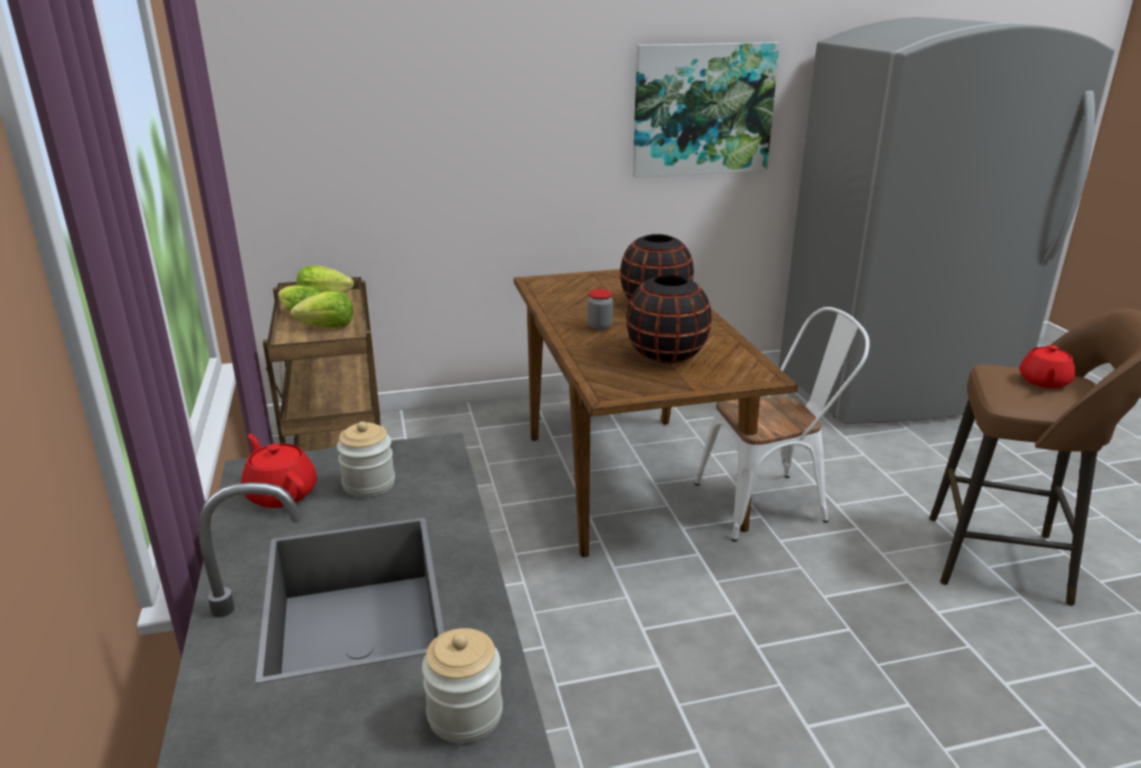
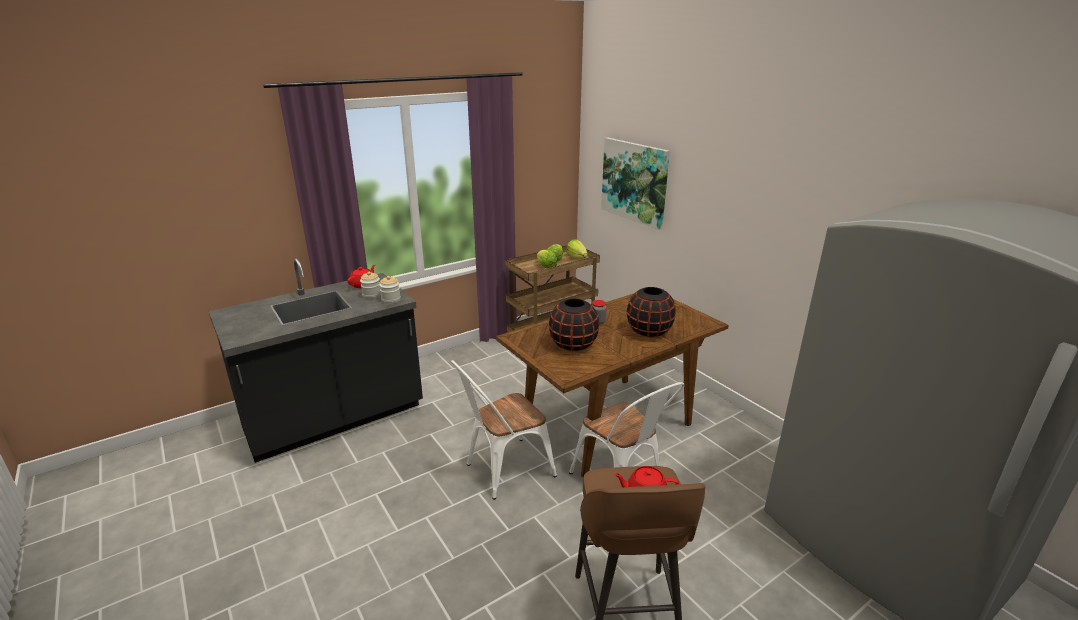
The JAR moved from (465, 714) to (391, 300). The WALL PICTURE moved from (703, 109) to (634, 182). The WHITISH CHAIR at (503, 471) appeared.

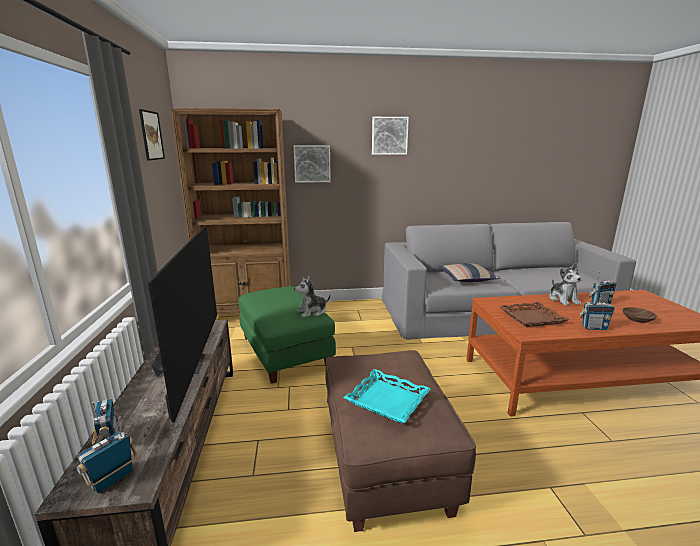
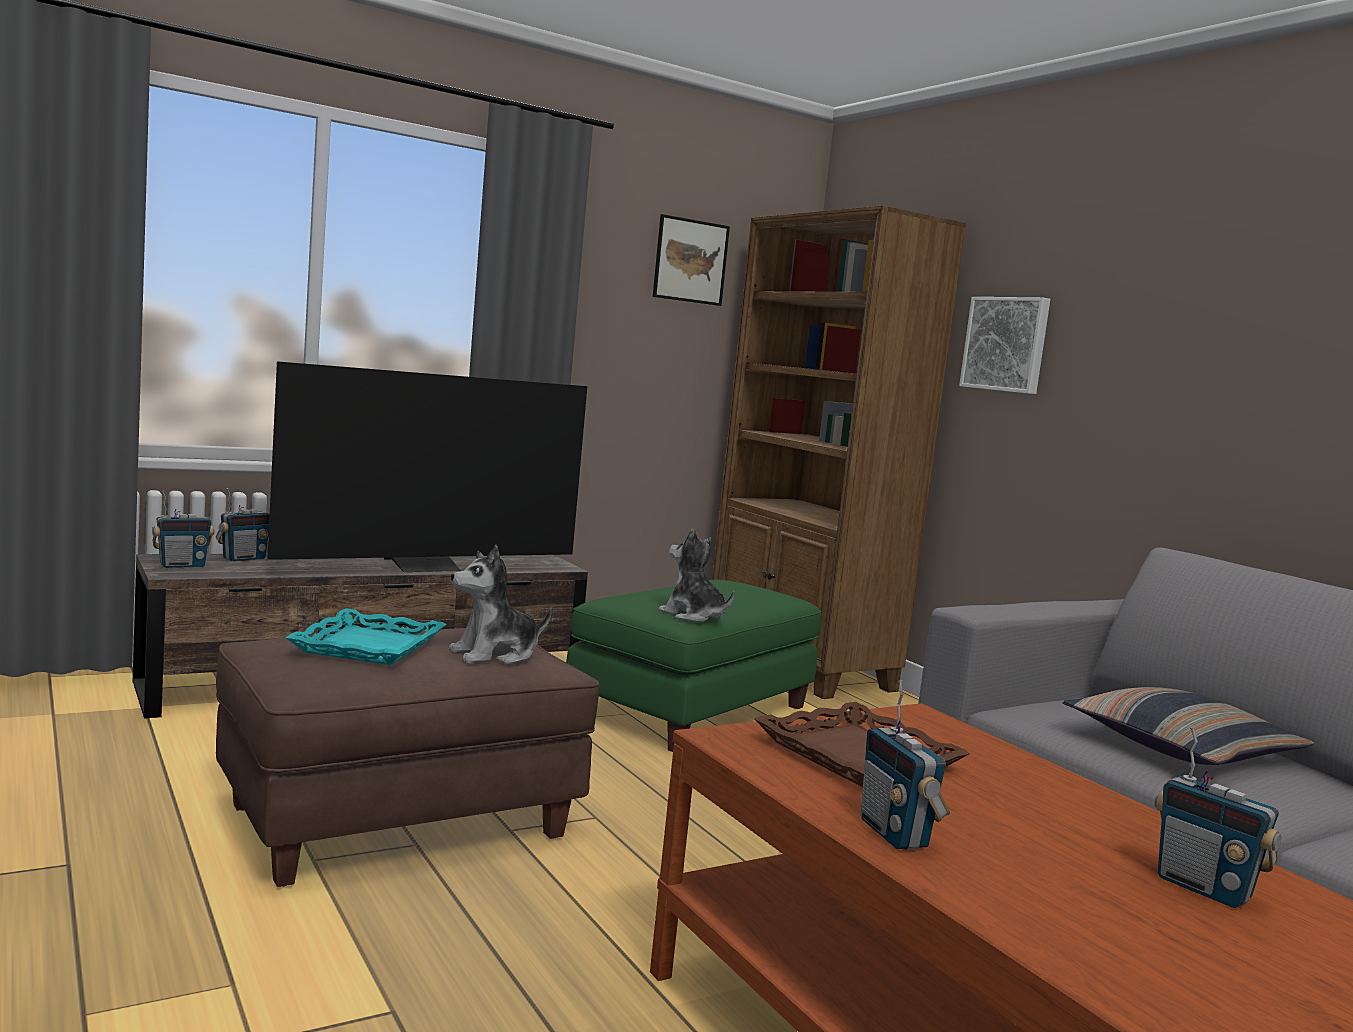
The RADIO SET at (112, 479) turned 135 degrees clockwise. The WALL PICTURE at (389, 136) disappeared. The SOFT TOY moved from (563, 299) to (495, 655). The BROWNISH SERVING BOWL at (636, 319) disappeared.

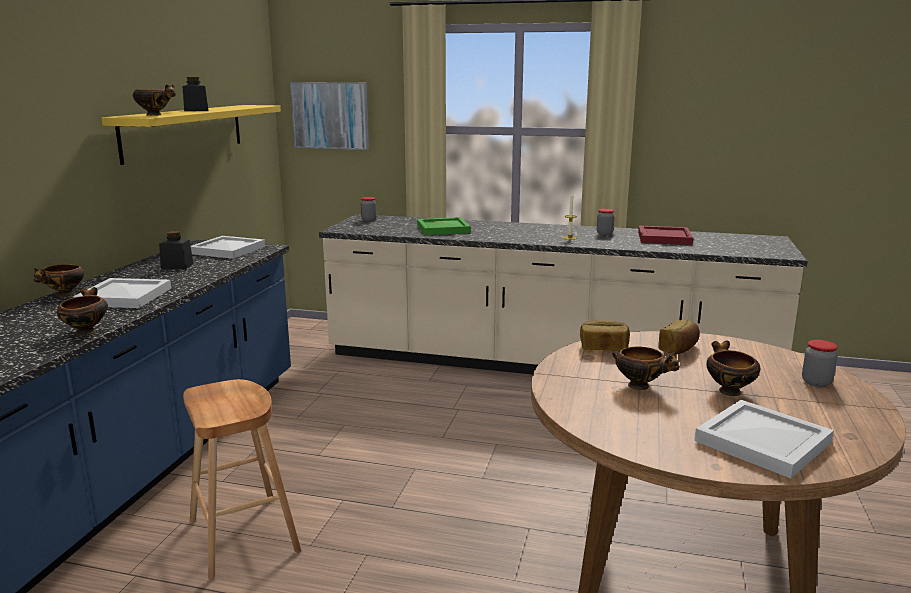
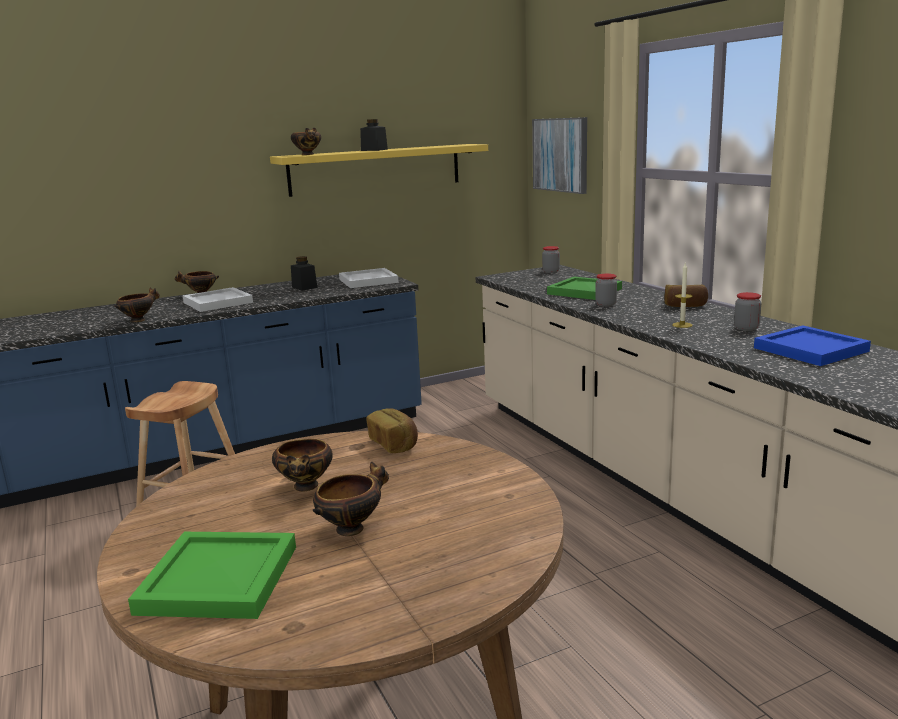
The RED-COLOURED CARRYING TRAY at (663, 238) became the BLUE-COLOURED CARRYING TRAY at (808, 349). The BAKERY BREAD moved from (679, 349) to (685, 306). The WHITISH CARRYING TRAY at (763, 443) became the GREENISH CARRYING TRAY at (216, 580). The JAR moved from (816, 382) to (605, 304).

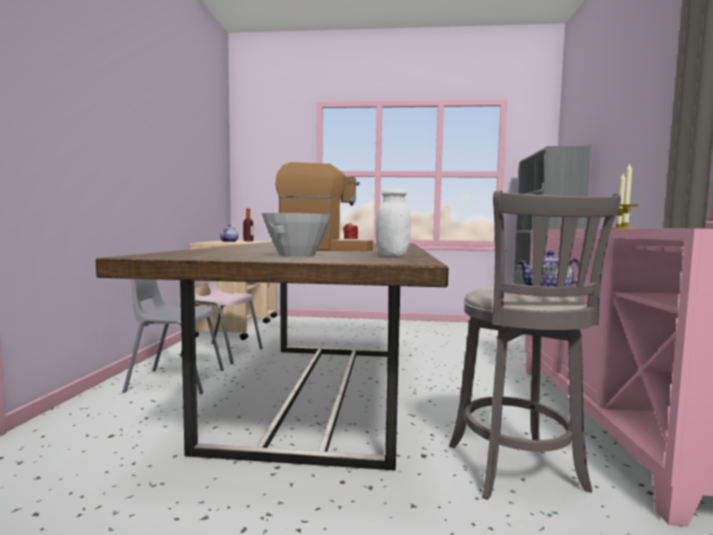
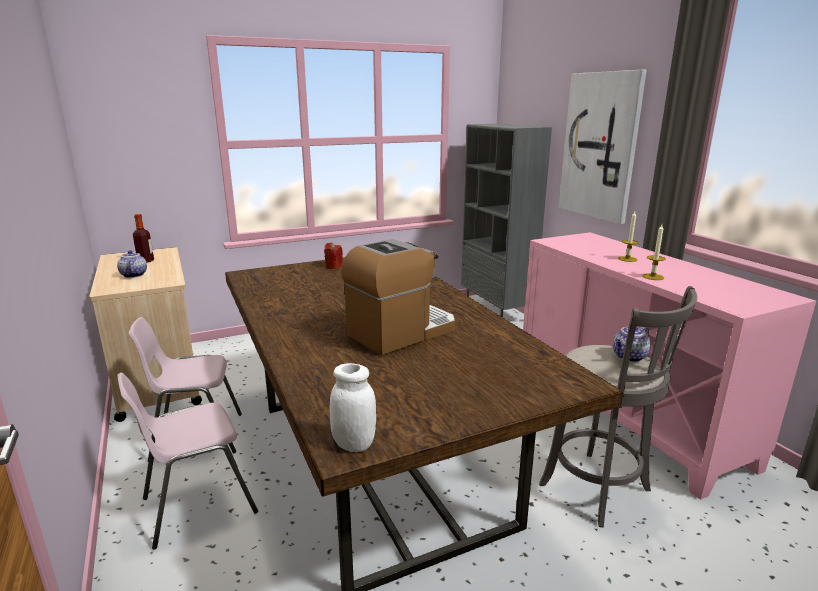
The GREY CHAIR at (175, 380) became the PINK CHAIR at (197, 505). The WHITISH SERVING BOWL at (296, 255) disappeared. The WHITISH JAR moved from (392, 256) to (354, 444). The WALL PICTURE at (600, 146) appeared.

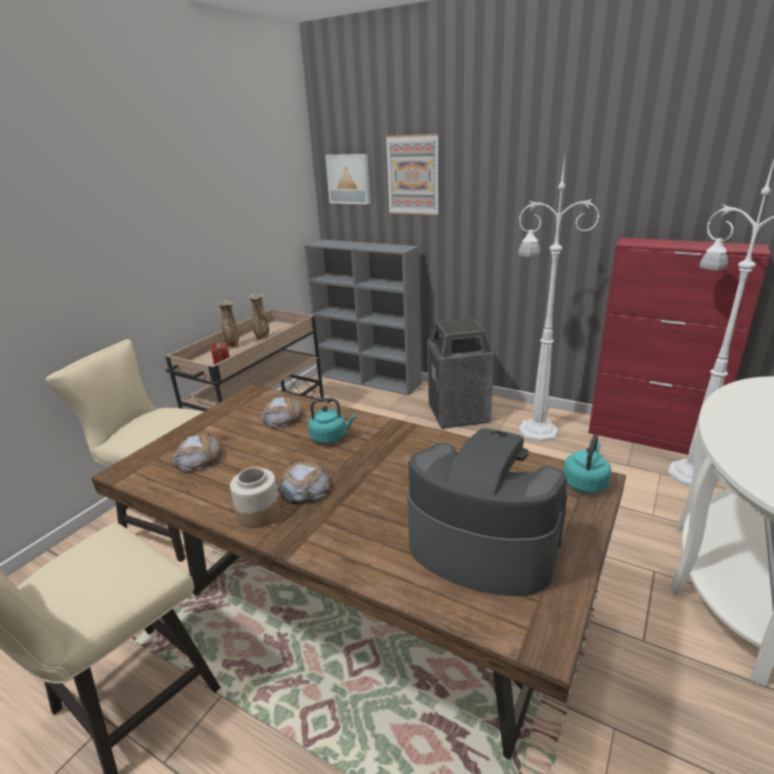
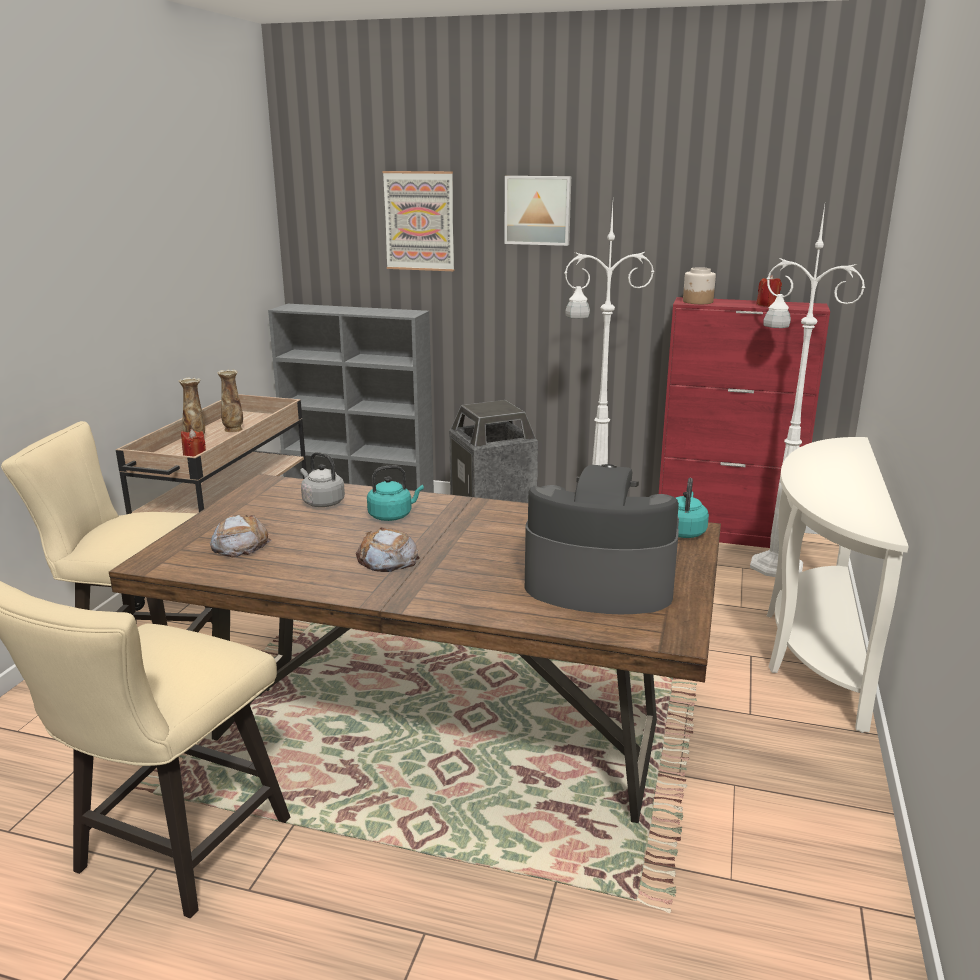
The JAR moved from (258, 514) to (698, 302). The BAKERY BREAD at (283, 417) was replaced by the GREY KETTLE at (322, 502). The WALL PICTURE moved from (349, 179) to (538, 210). The RED-COLOURED CANDLE at (767, 305) appeared.

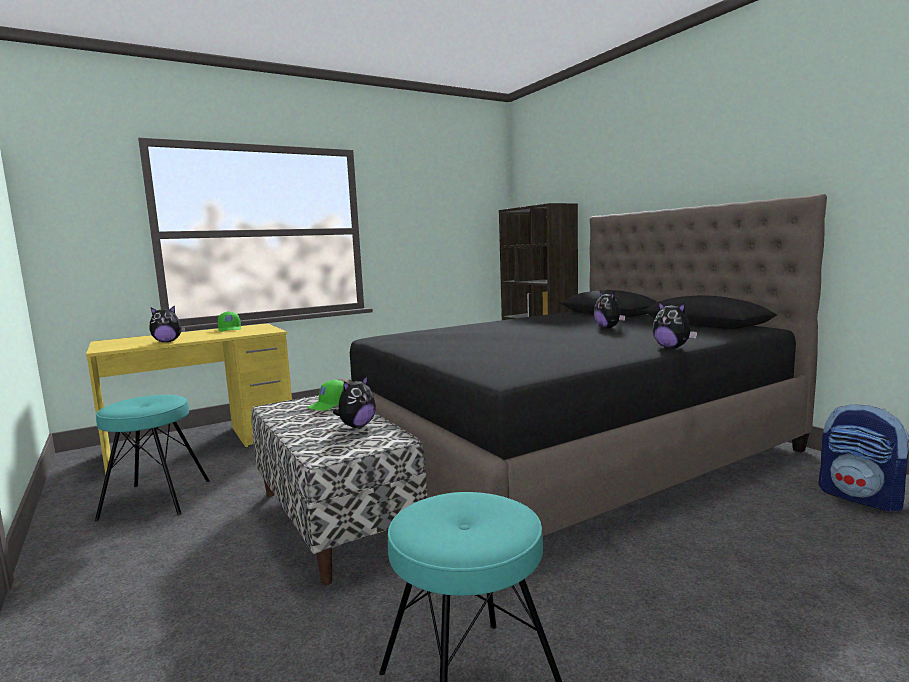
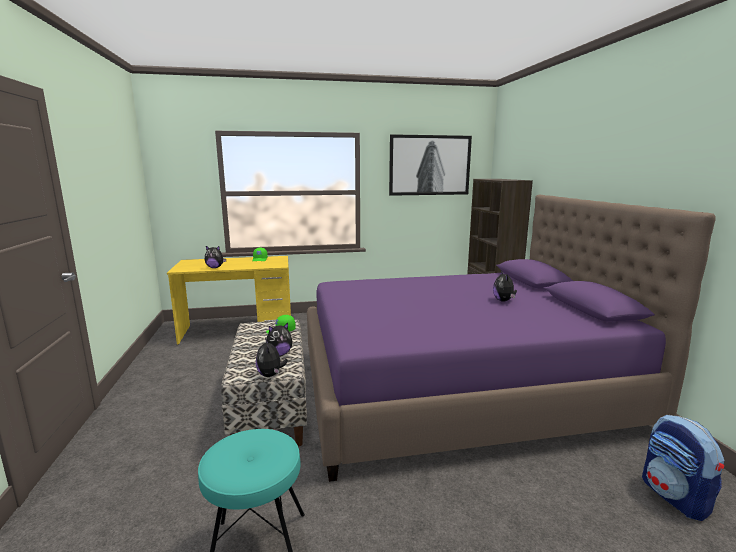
The BLUE-GREEN SITTING STOOL at (156, 499) disappeared. The BLACK BED at (565, 451) became the PURPLISH BED at (458, 388). The SOFT TOY moved from (672, 347) to (271, 375). The WALL PICTURE at (429, 165) appeared.

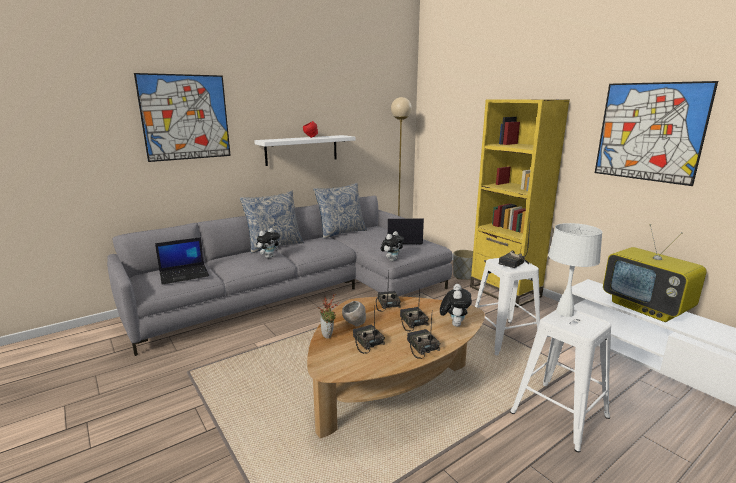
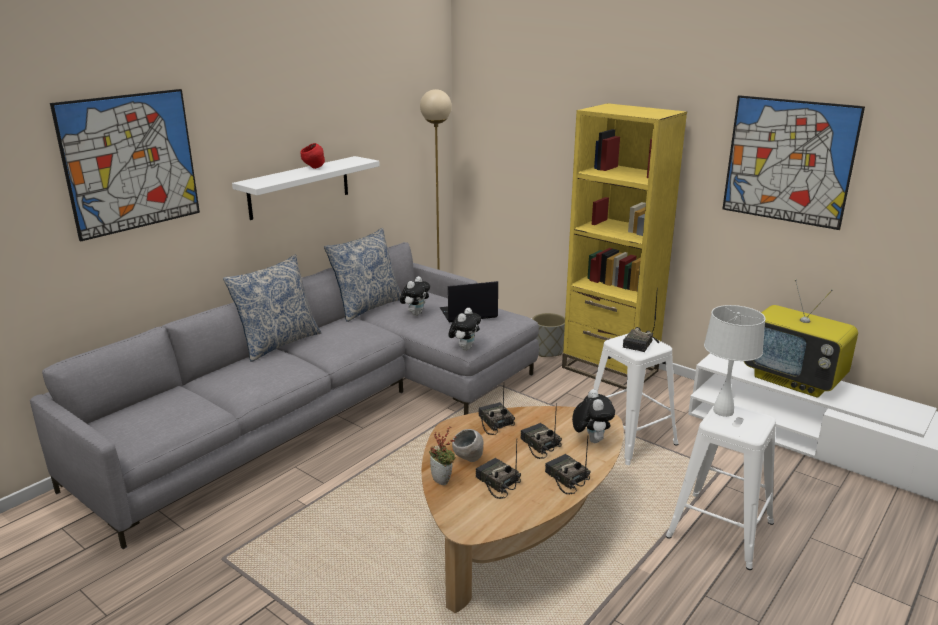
The PORTABLE COMPUTER at (185, 274) disappeared. The SOFT TOY moved from (269, 256) to (415, 313).

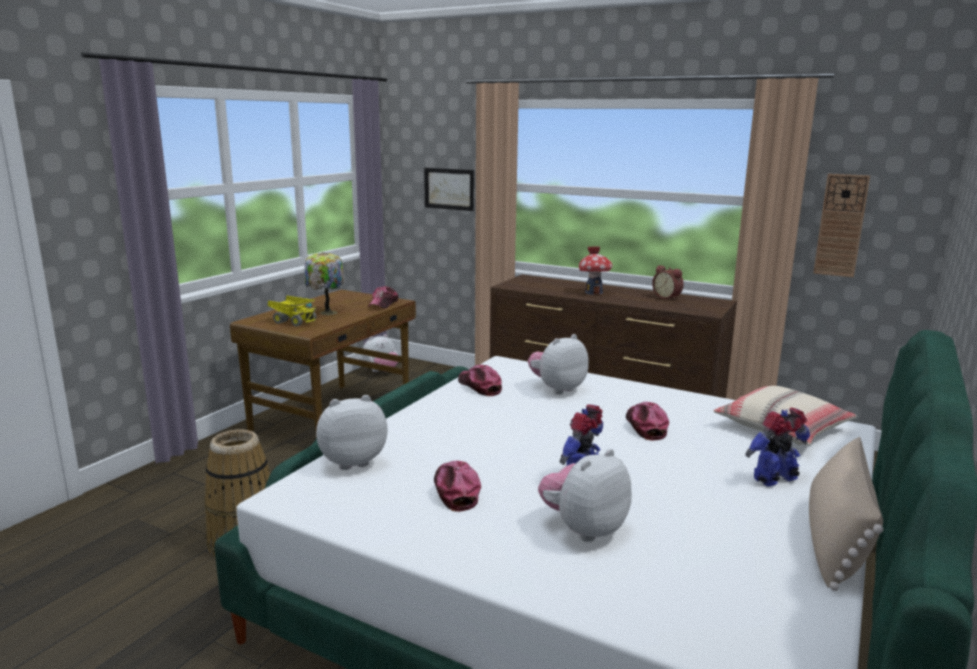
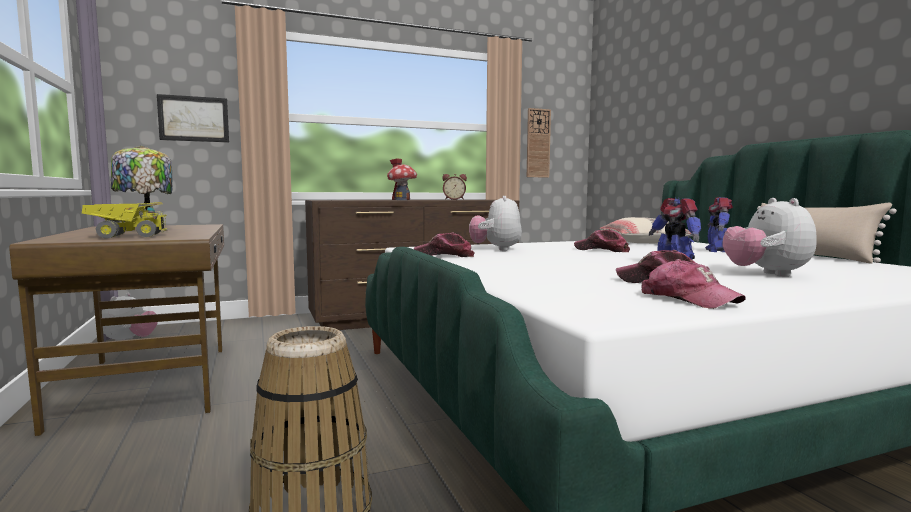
The SOFT TOY at (351, 461) disappeared. The BASEBALL CAP moved from (383, 304) to (688, 299).

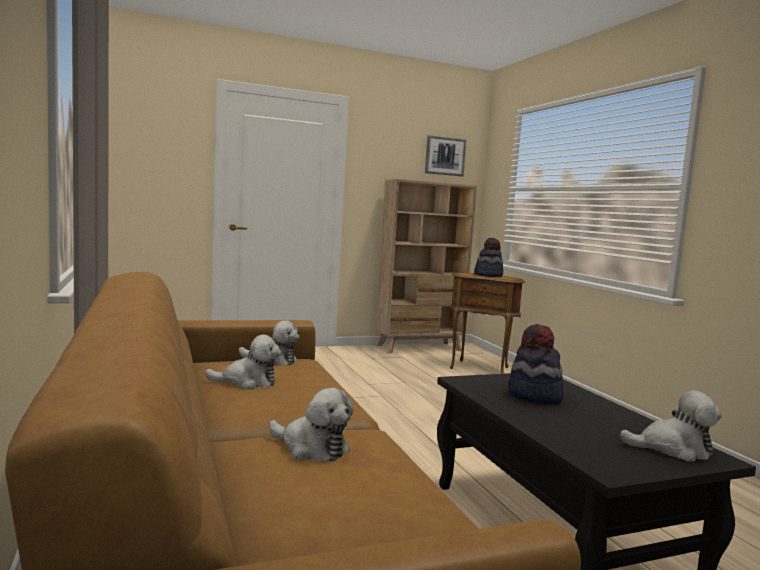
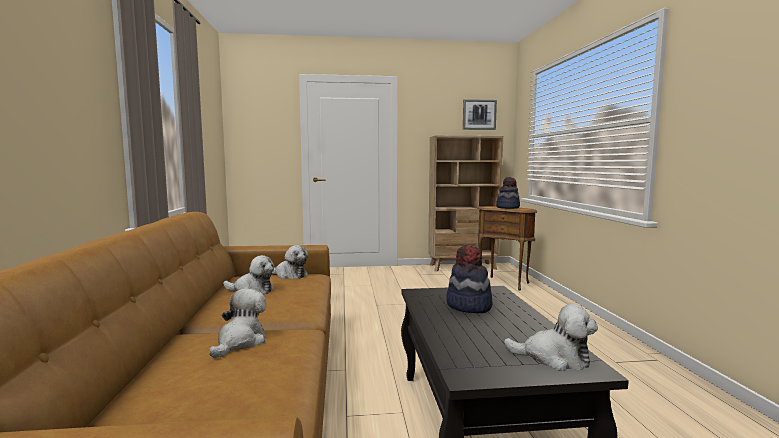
The SOFT TOY at (311, 448) turned 120 degrees counterclockwise.

